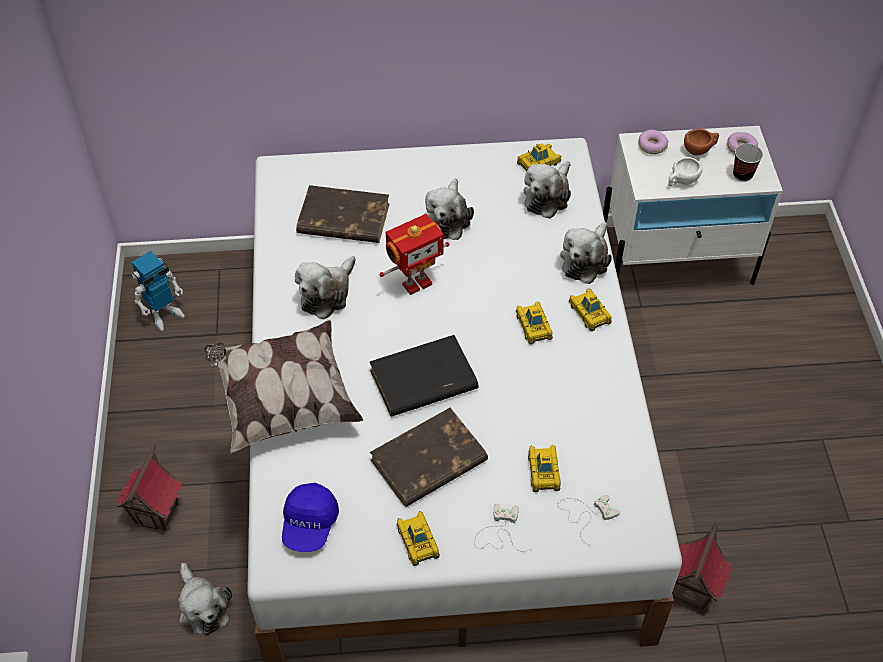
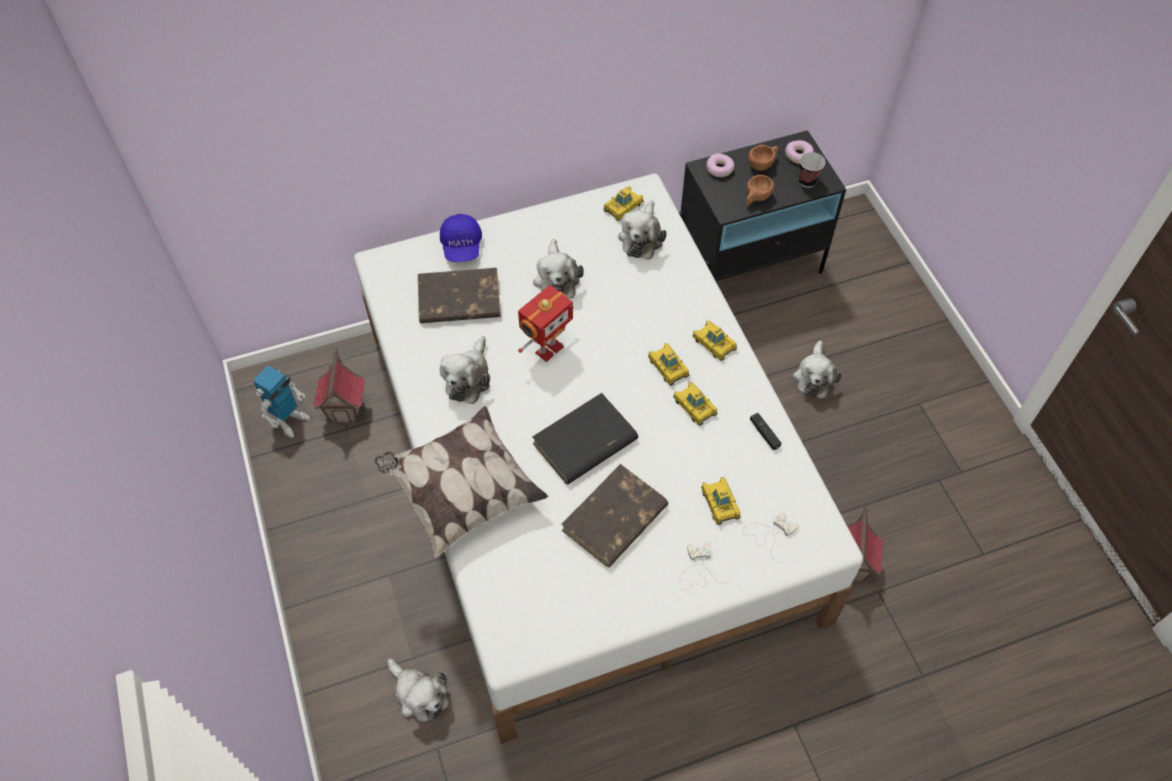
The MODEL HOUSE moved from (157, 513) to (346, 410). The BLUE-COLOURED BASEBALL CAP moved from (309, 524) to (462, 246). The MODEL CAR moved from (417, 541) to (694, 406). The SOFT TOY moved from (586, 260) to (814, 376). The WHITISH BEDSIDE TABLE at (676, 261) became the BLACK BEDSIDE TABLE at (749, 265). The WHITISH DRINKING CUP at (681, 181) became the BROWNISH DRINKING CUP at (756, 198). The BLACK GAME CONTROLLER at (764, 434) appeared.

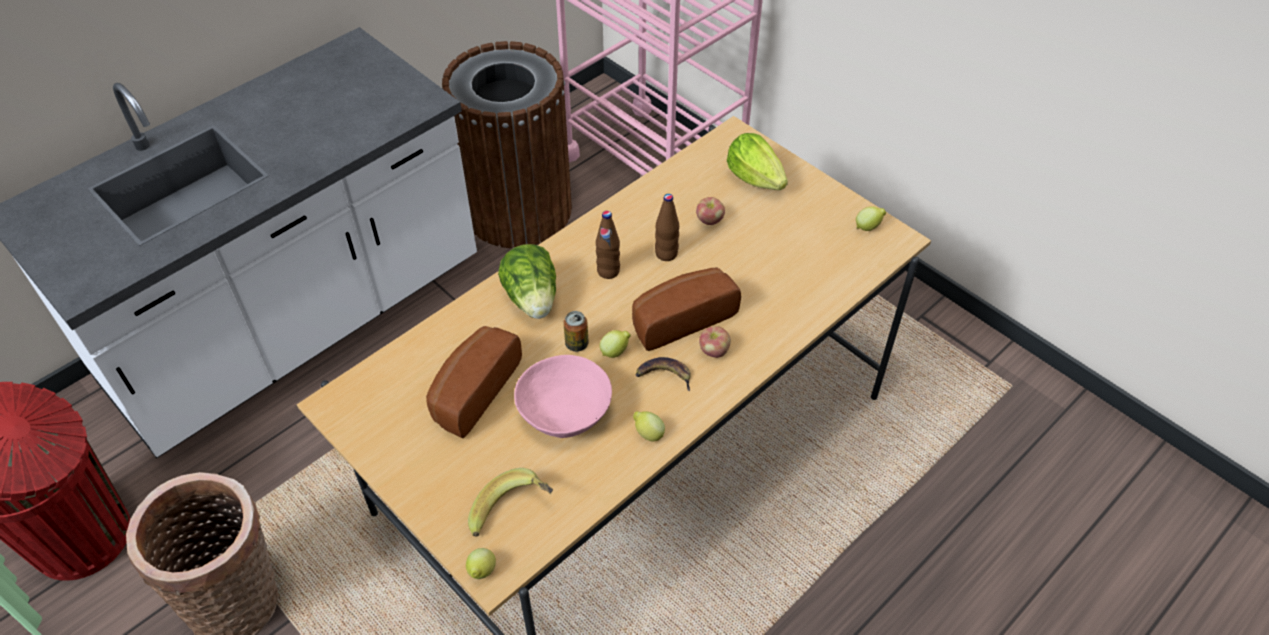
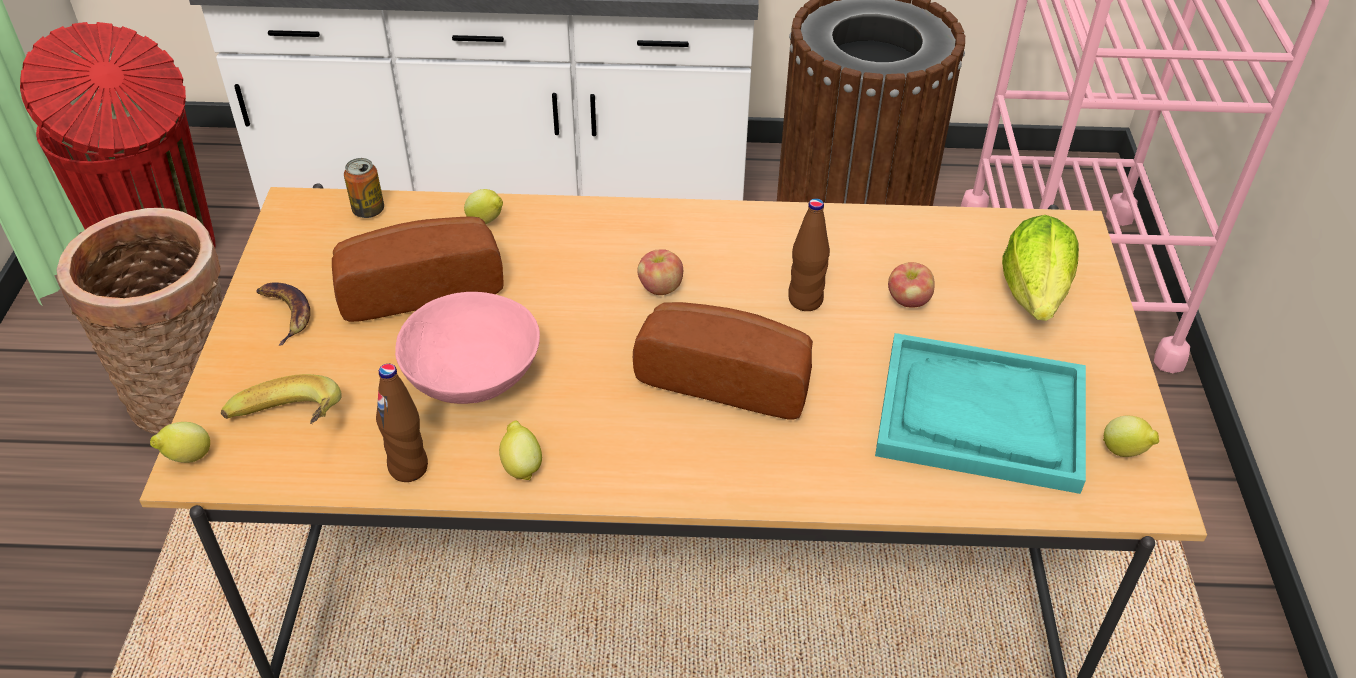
The LETTUCE at (533, 299) disappeared. The CAN moved from (576, 344) to (368, 210). The BROWNISH DRINK BOTTLE moved from (608, 271) to (408, 467). The WHOLE LEMON moved from (615, 352) to (486, 222). The WHOLE BANANA moved from (664, 375) to (285, 313). The WHOLE APPLE moved from (714, 351) to (660, 287). The BLUE-GREEN CARRYING TRAY at (980, 416) appeared.

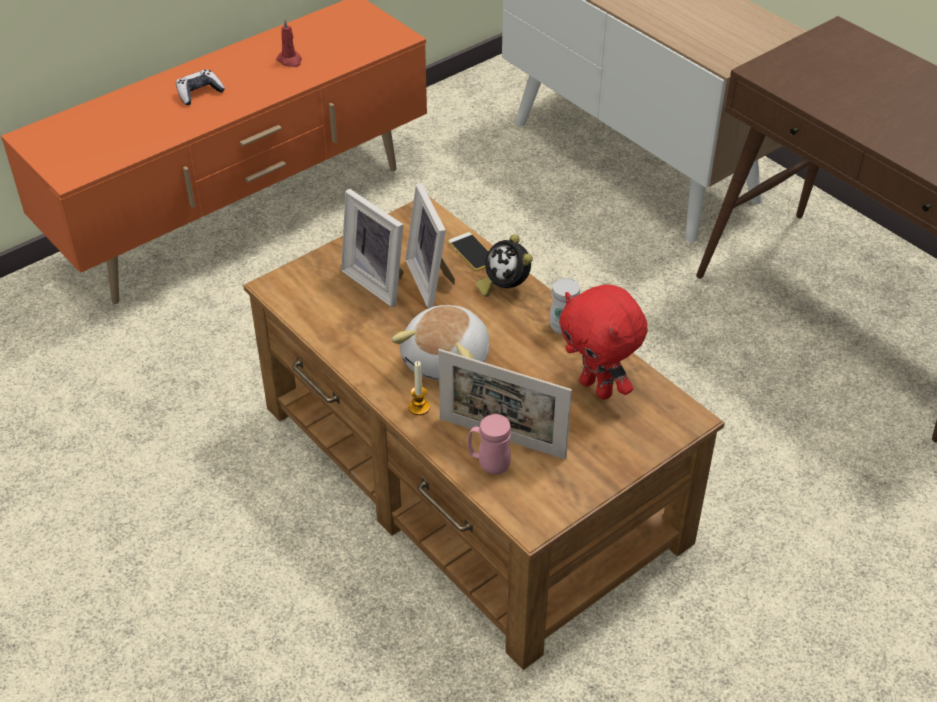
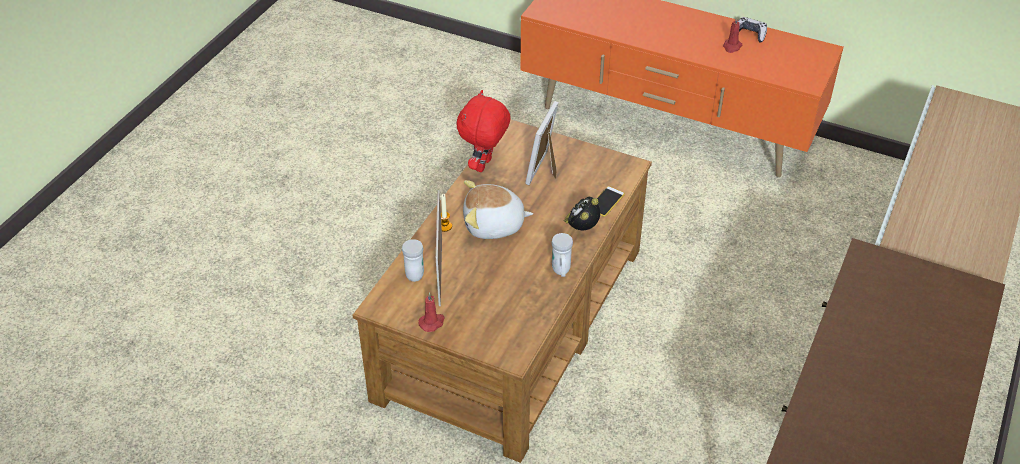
The GAME CONTROLLER moved from (199, 93) to (749, 34). The STANDING FRAME at (433, 280) disappeared. The PINK COFFEE MUG at (489, 464) became the WHITISH COFFEE MUG at (415, 272). The RED-COLOURED SOFT TOY moved from (597, 388) to (484, 166). The RED-COLOURED CANDLE at (432, 322) appeared.

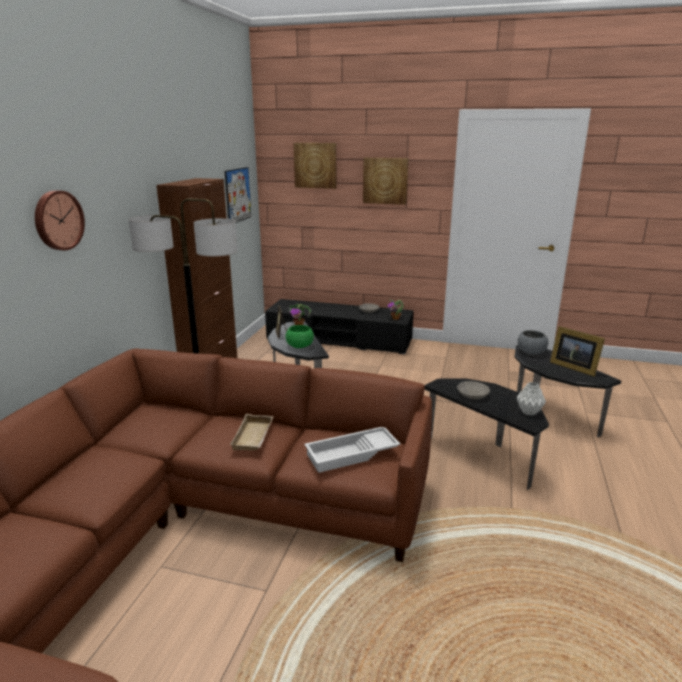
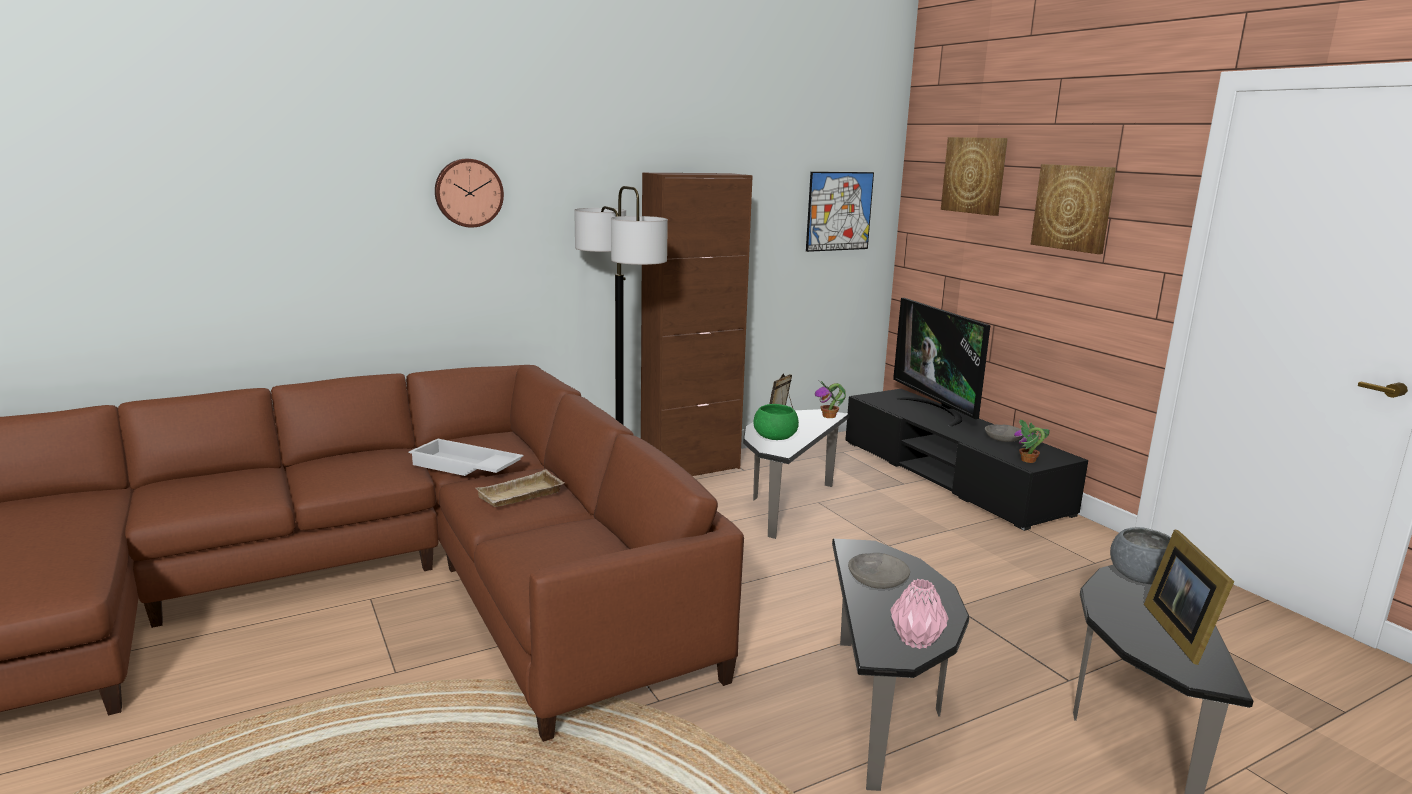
The WHITISH CARRYING TRAY moved from (352, 455) to (464, 467). The GREY FLOWER VASE at (528, 412) became the PINK FLOWER VASE at (915, 640). The TELEVISION at (936, 410) appeared.

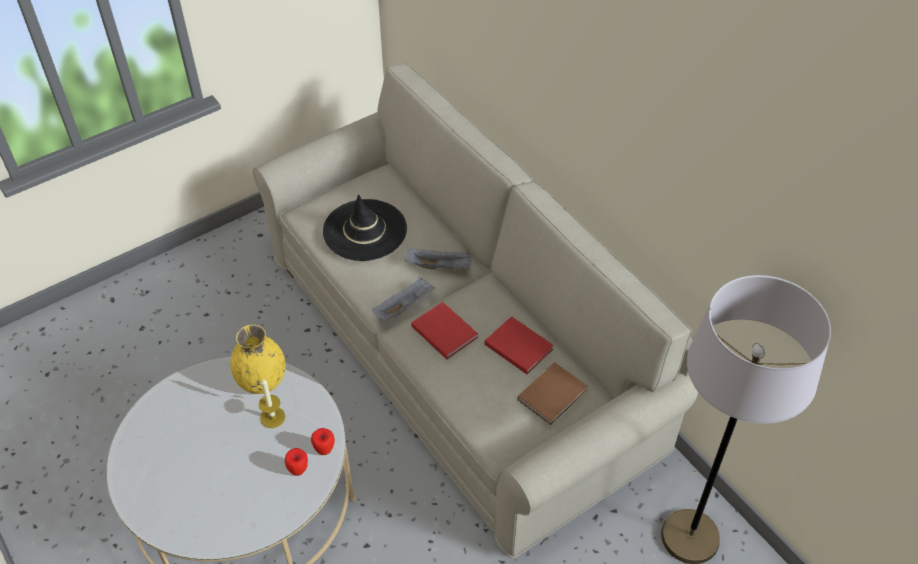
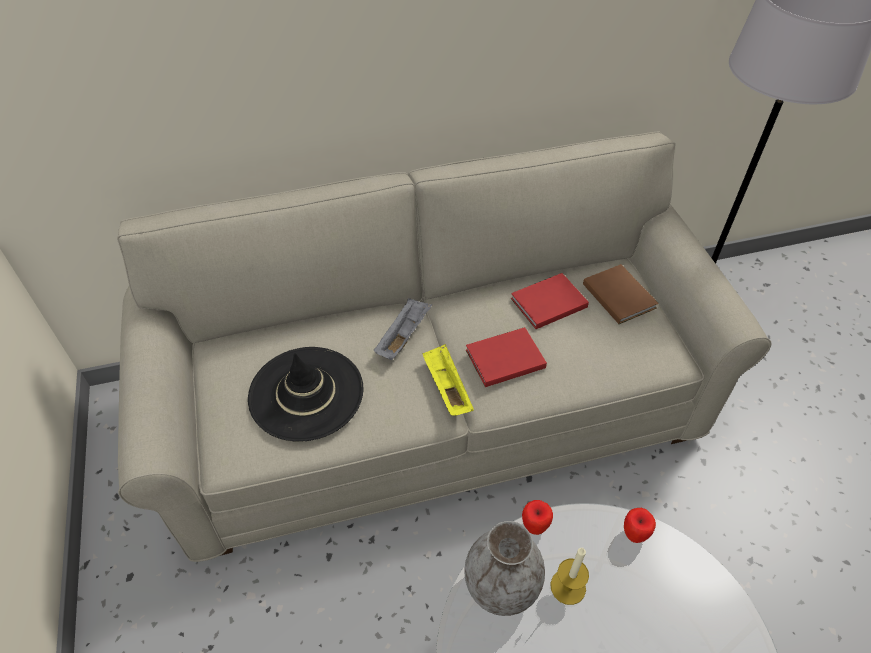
The YELLOWISH FLOWER VASE at (261, 381) became the GREY FLOWER VASE at (501, 587). The WHOLE APPLE moved from (298, 470) to (534, 526). The GREY CARRYING TRAY at (404, 306) became the YELLOWISH CARRYING TRAY at (446, 388).

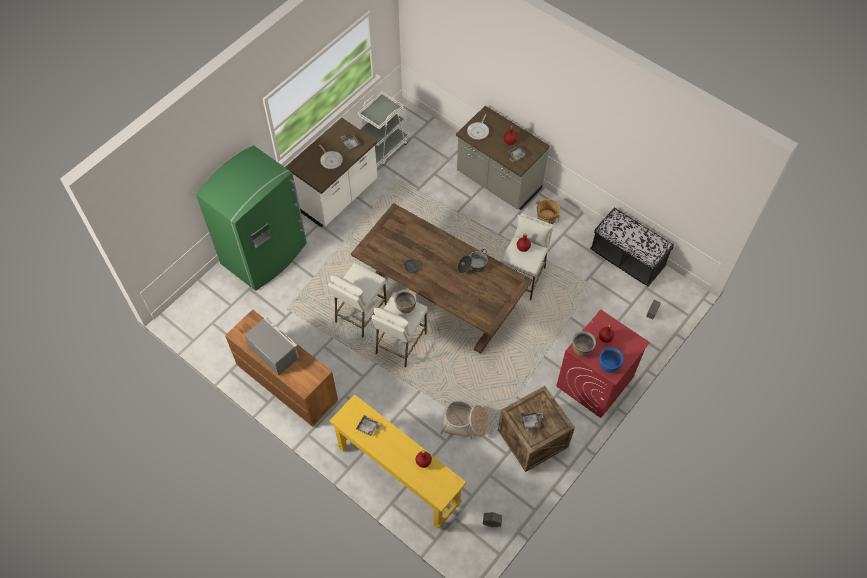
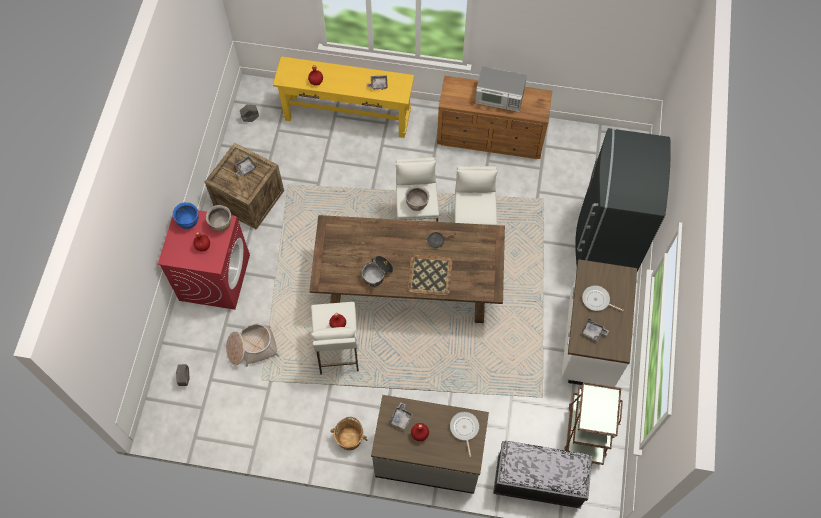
The GREENISH REFRIGERATOR at (265, 255) became the GREY REFRIGERATOR at (606, 238). The WHITISH TROLLEY at (383, 148) became the BROWNISH TROLLEY at (586, 431). The BASKET moved from (464, 423) to (252, 348). The BLACK BENCH moved from (627, 259) to (538, 482). The CARRYING TRAY at (429, 275) appeared.

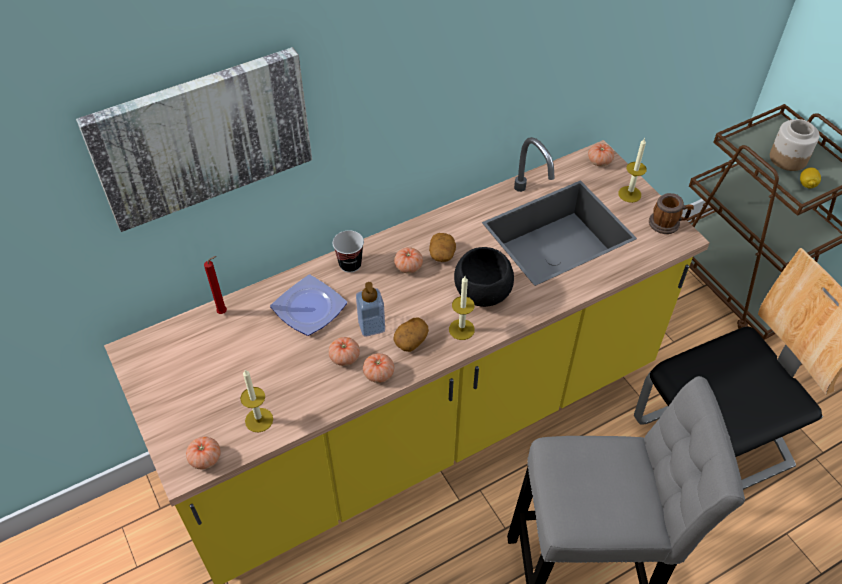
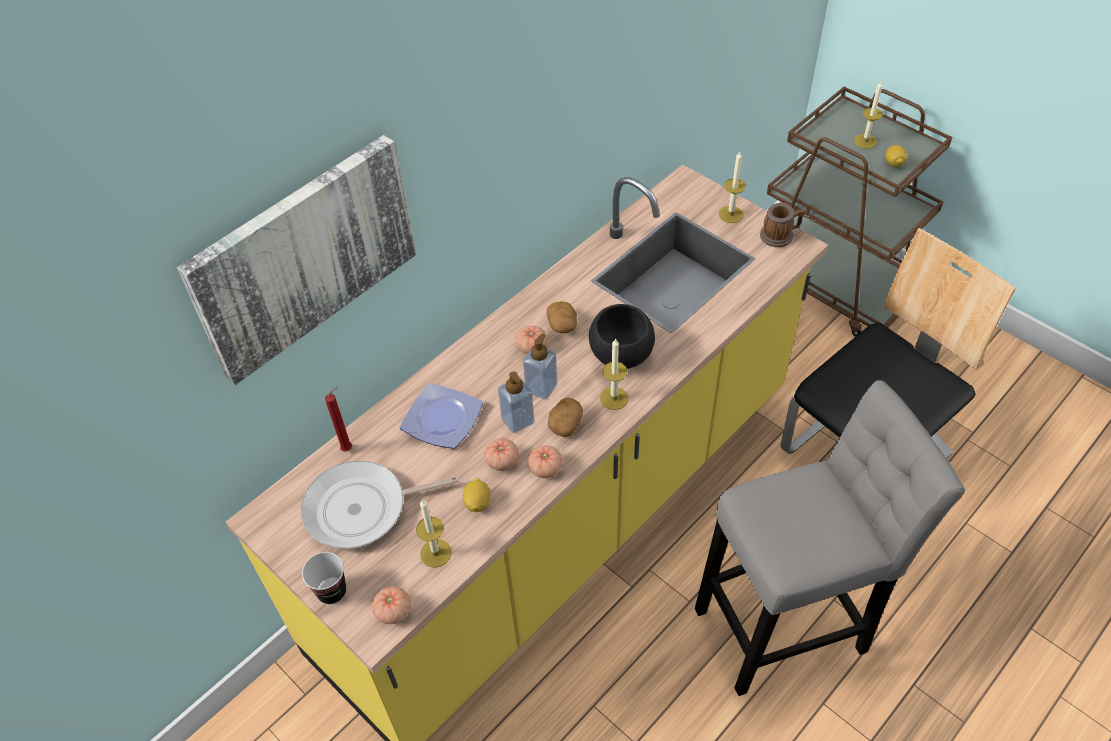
The DRINKING CUP moved from (350, 264) to (332, 591). The FRESH TOMATO at (599, 161) disappeared. The JAR at (787, 158) was replaced by the CANDLE at (865, 141). The FRYING PAN at (362, 509) appeared. The WHOLE LEMON at (477, 502) appeared. The LIQUID SOAP BOTTLE at (541, 387) appeared.

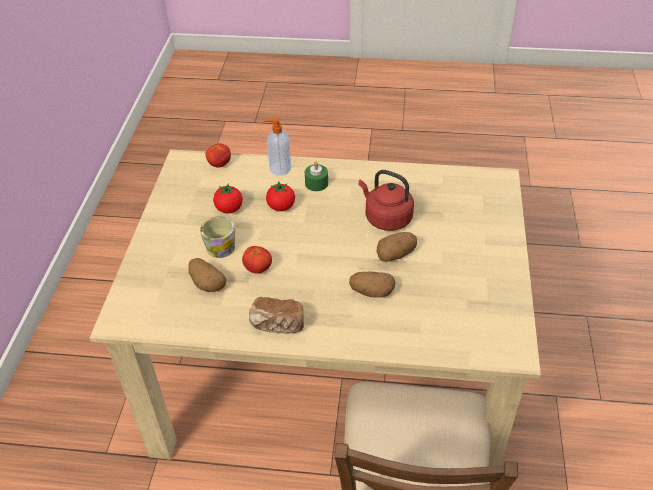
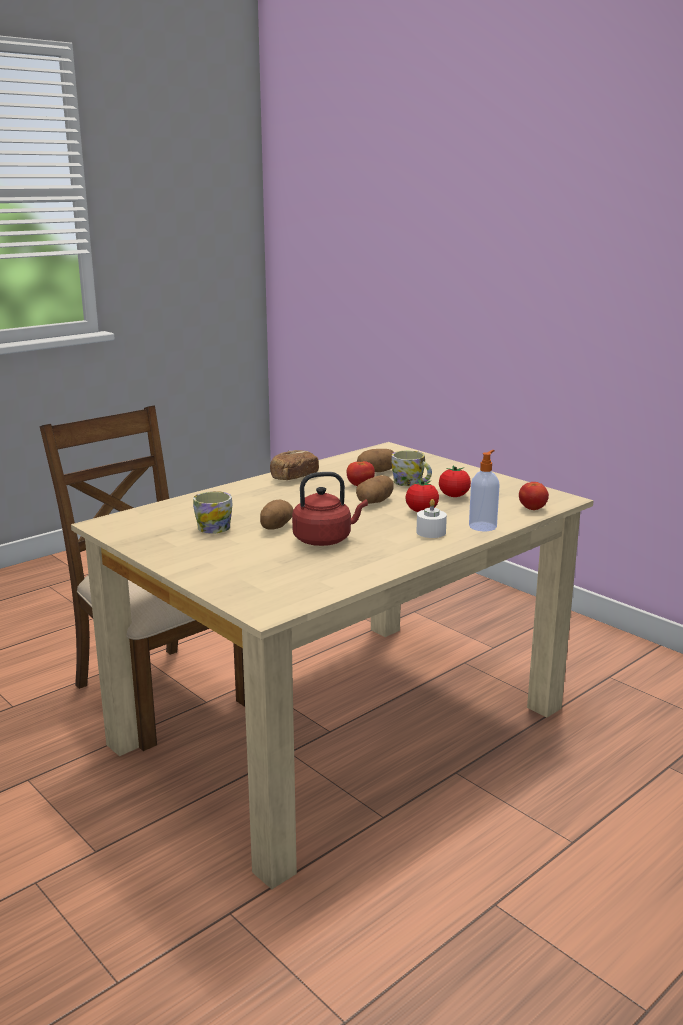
The GREENISH CANDLE at (316, 183) became the WHITISH CANDLE at (431, 532). The SPUD moved from (371, 292) to (375, 502). The COFFEE MUG at (215, 526) appeared.

